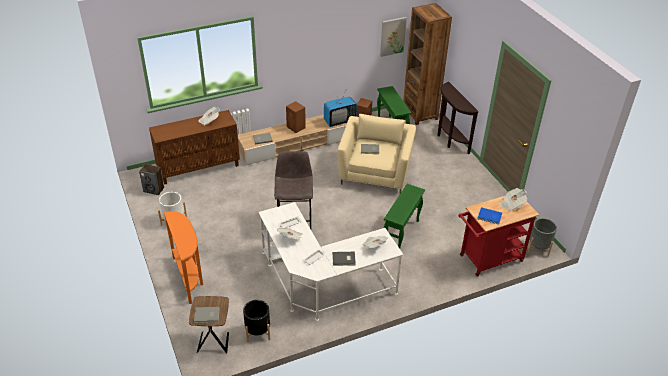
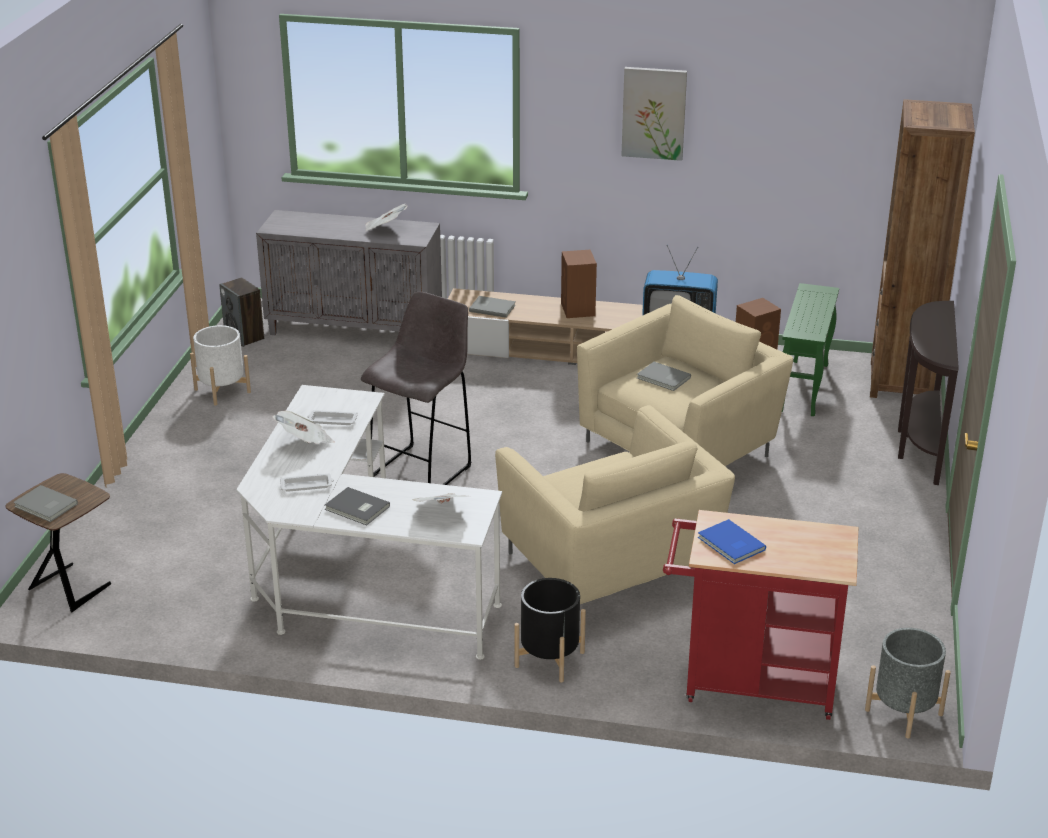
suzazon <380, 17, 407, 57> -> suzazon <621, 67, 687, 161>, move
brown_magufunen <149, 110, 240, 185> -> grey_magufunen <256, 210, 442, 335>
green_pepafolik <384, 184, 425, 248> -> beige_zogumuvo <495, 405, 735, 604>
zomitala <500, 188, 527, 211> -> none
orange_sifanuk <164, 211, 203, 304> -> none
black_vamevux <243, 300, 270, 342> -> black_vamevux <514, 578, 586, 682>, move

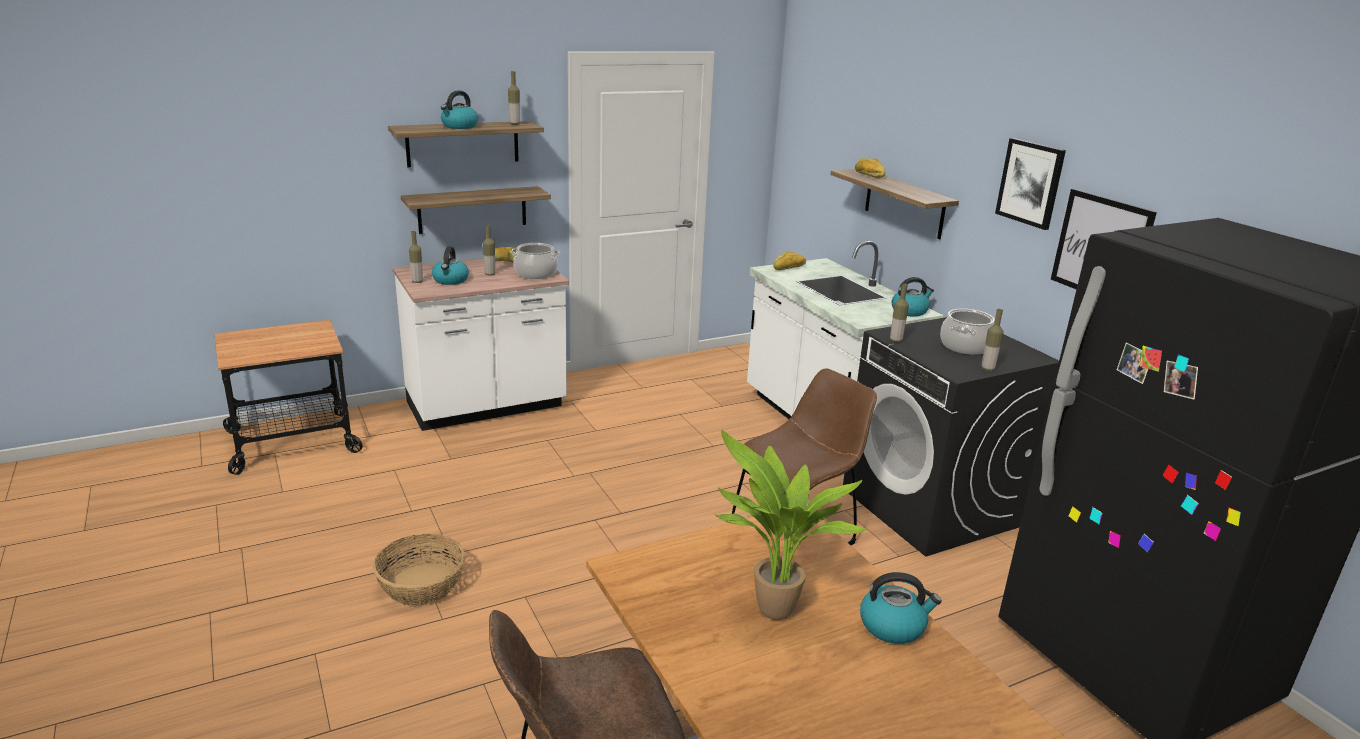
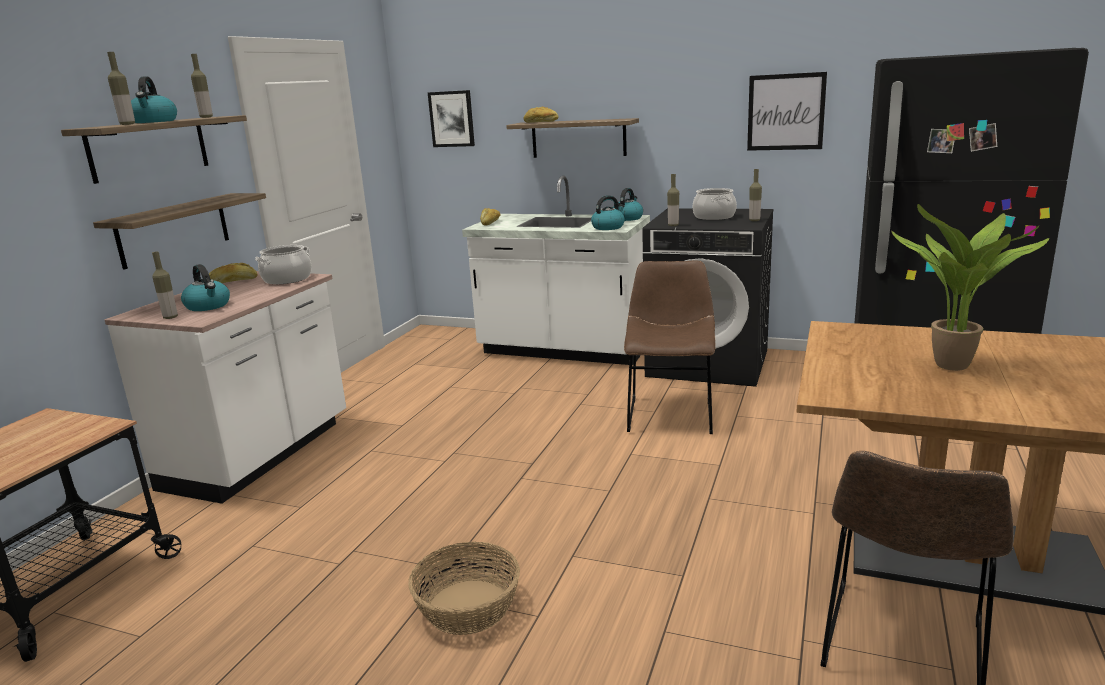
suzazon <995, 138, 1066, 230> -> suzazon <428, 90, 475, 147>, move
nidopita <483, 225, 495, 276> -> nidopita <107, 52, 135, 125>, move
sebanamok <860, 572, 942, 644> -> sebanamok <591, 195, 625, 230>, move

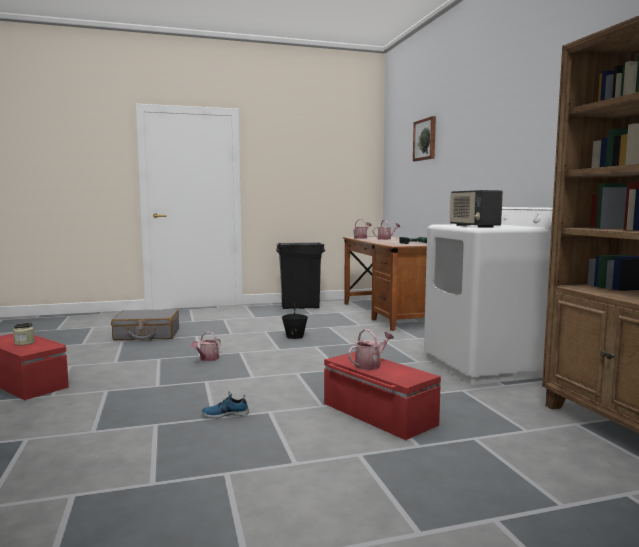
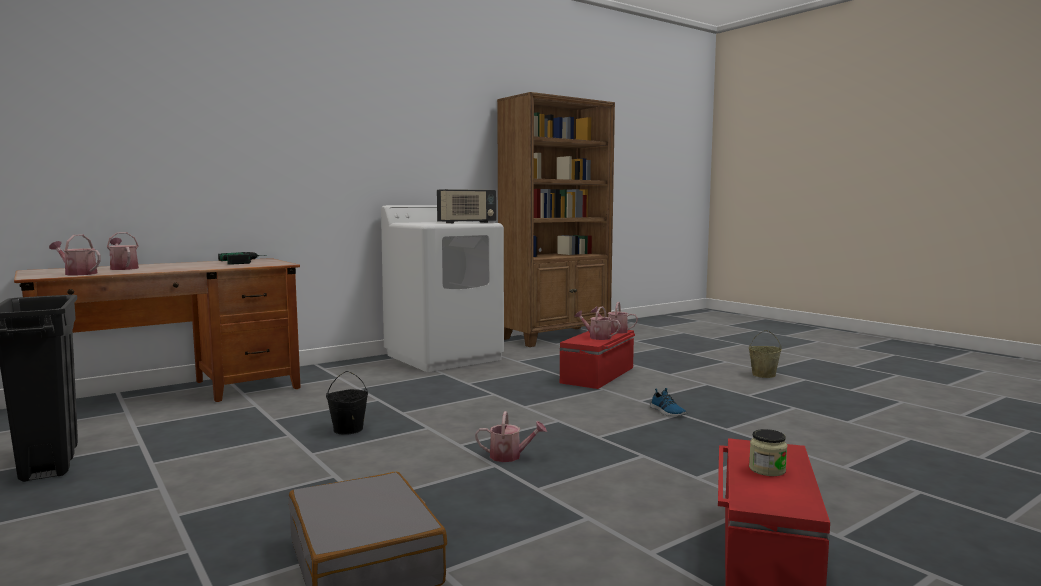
suzazon <413, 116, 436, 161> -> none
none -> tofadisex <590, 302, 638, 334>
none -> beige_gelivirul <749, 330, 782, 378>

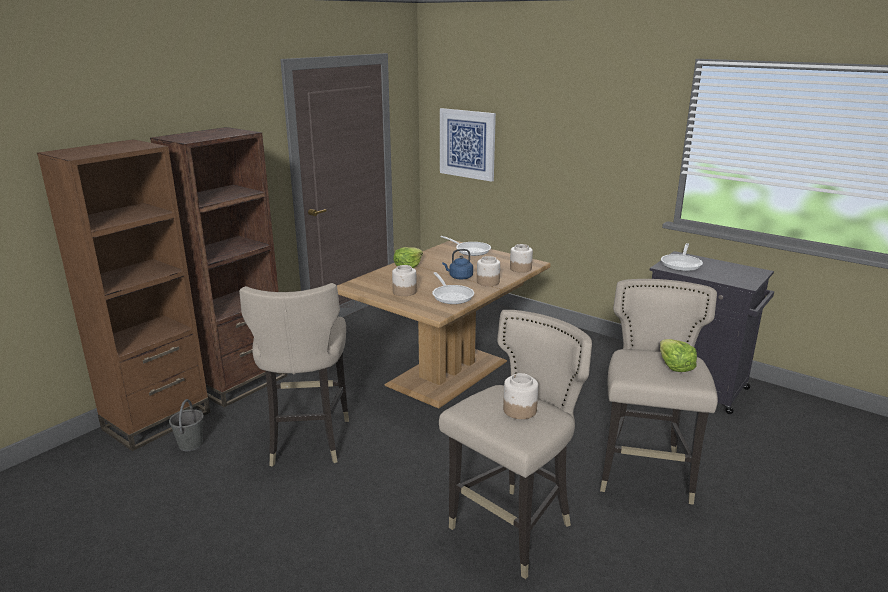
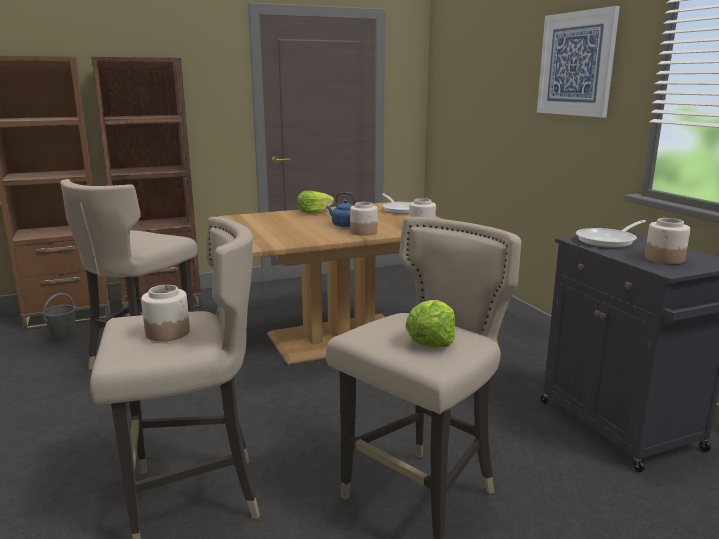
suzazon <440, 108, 496, 182> -> suzazon <537, 6, 620, 118>, move
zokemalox <392, 265, 417, 296> -> zokemalox <645, 218, 690, 264>, move
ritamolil <432, 272, 474, 304> -> none

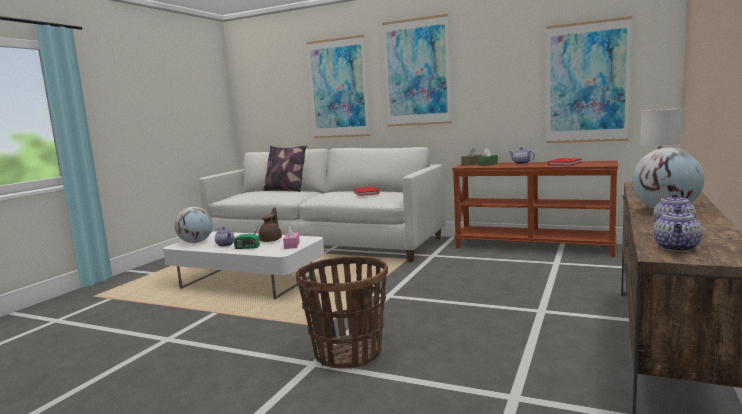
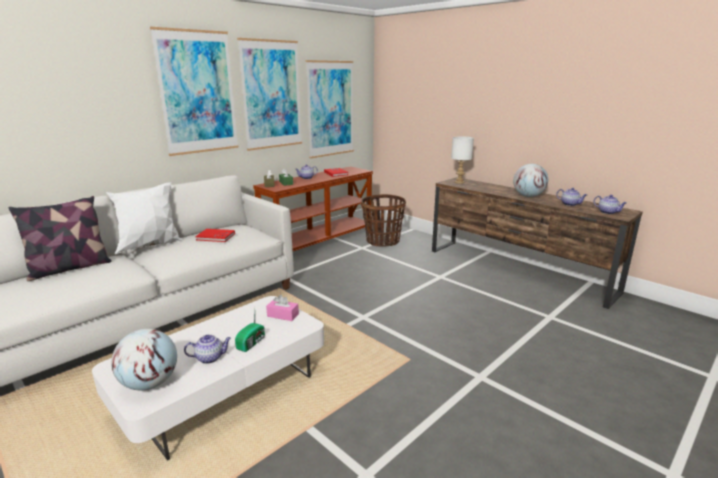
suzazon <306, 35, 370, 138> -> suzazon <237, 38, 302, 151>, move
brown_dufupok <259, 207, 282, 242> -> none
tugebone <296, 257, 388, 368> -> tugebone <361, 194, 406, 247>, move
none -> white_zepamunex <106, 182, 182, 254>

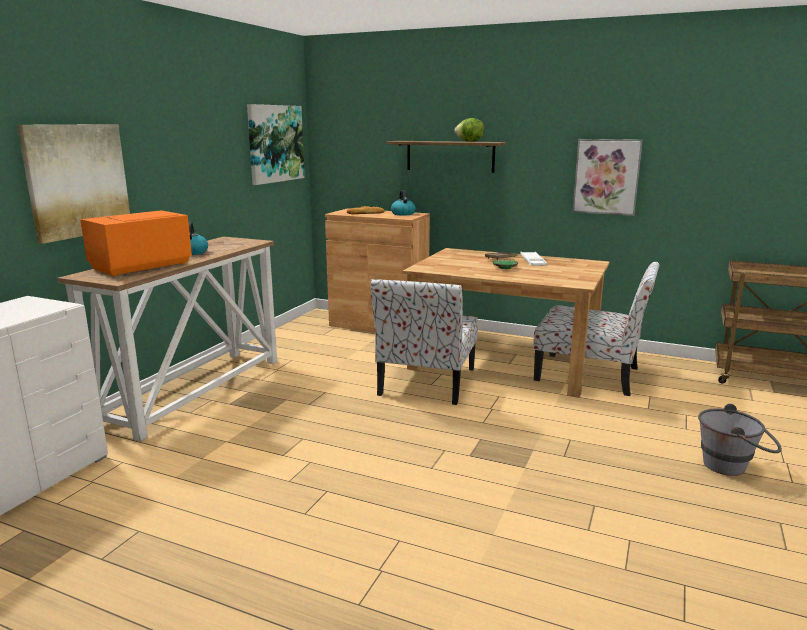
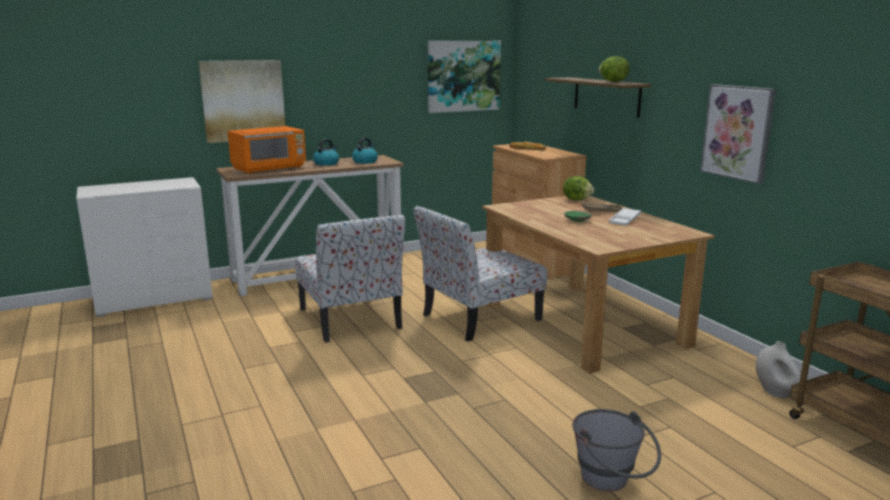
sebanamok <391, 190, 416, 215> -> sebanamok <352, 137, 378, 164>, move
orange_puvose <80, 210, 192, 277> -> orange_puvose <228, 126, 306, 174>, 150 degrees clockwise
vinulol <533, 262, 660, 396> -> vinulol <295, 215, 405, 343>, move
none -> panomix <563, 176, 594, 200>
none -> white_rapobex <756, 341, 801, 398>

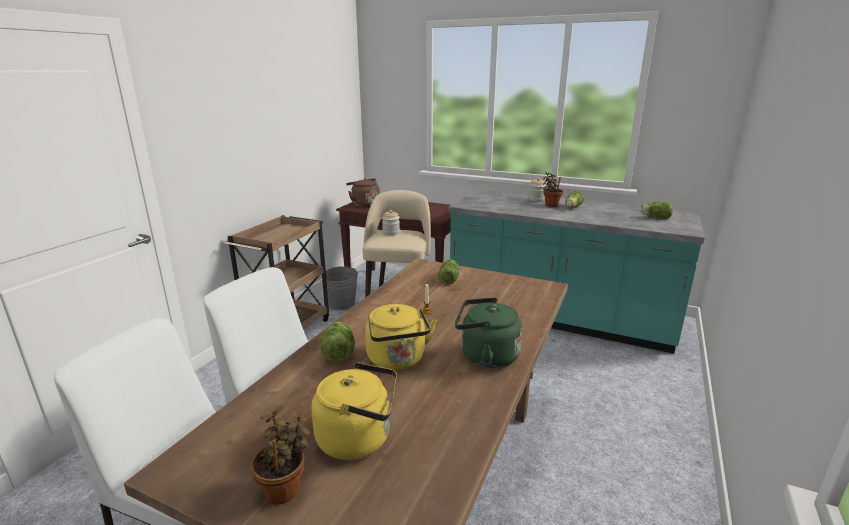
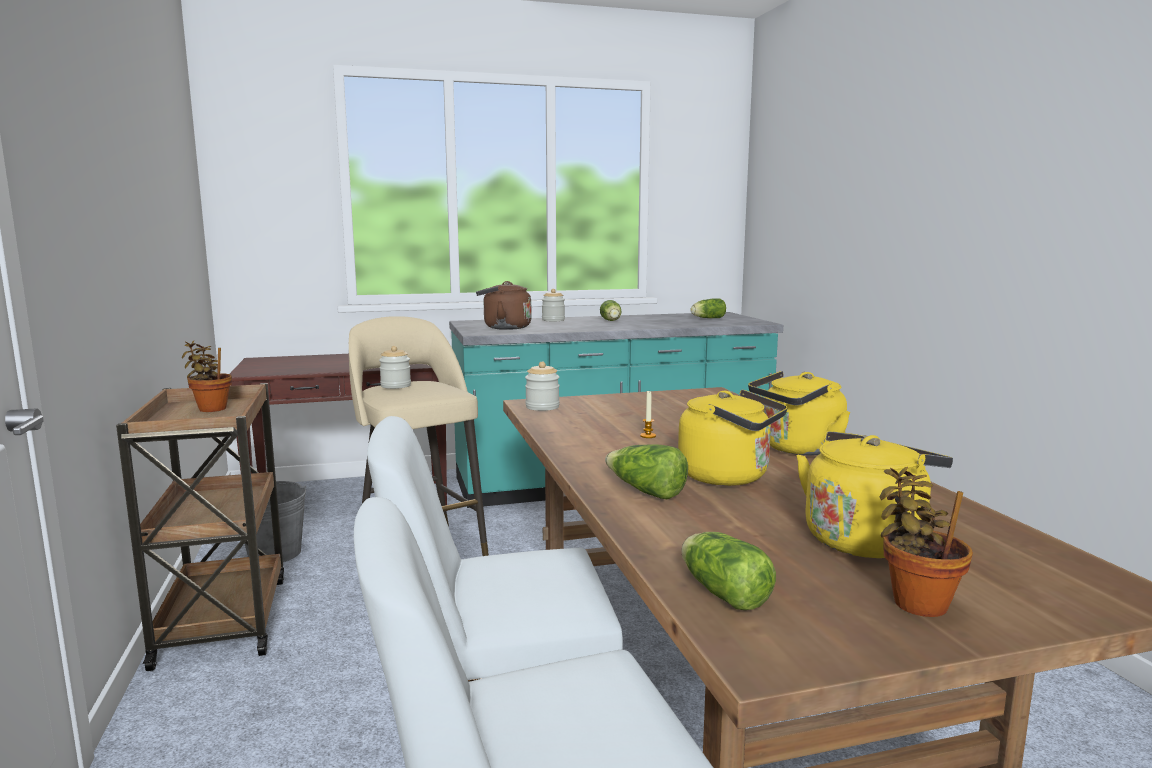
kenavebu <543, 172, 563, 207> -> kenavebu <182, 341, 232, 412>, move
brown_sebanamok <346, 178, 380, 207> -> brown_sebanamok <476, 281, 532, 330>, move
panomix <438, 259, 459, 284> -> panomix <681, 532, 776, 610>, move
green_sebanamok <455, 298, 522, 368> -> yellow_sebanamok <748, 371, 850, 455>
none -> zokemalox <525, 362, 560, 411>

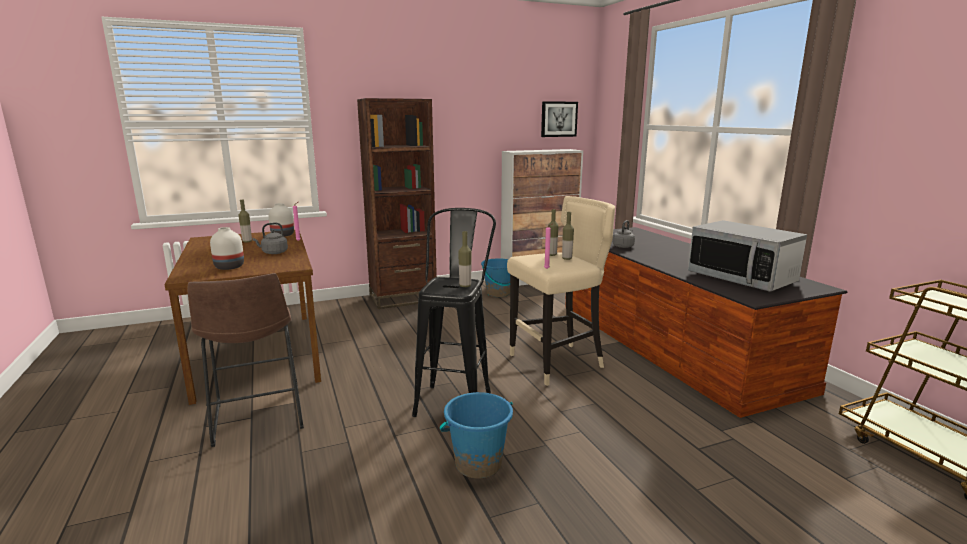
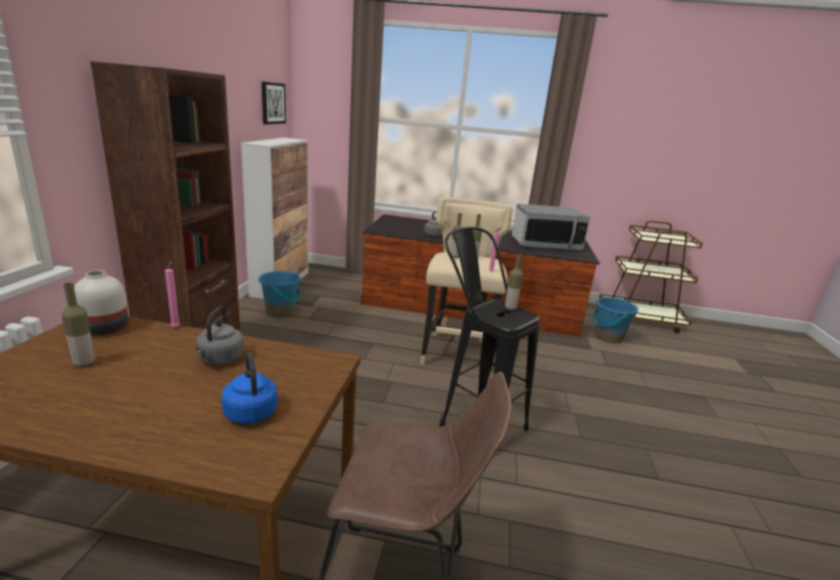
white_rapobex <210, 227, 244, 270> -> blue_sebanamok <222, 353, 277, 424>
blue_gelivirul <440, 392, 513, 478> -> blue_gelivirul <593, 297, 638, 343>, move

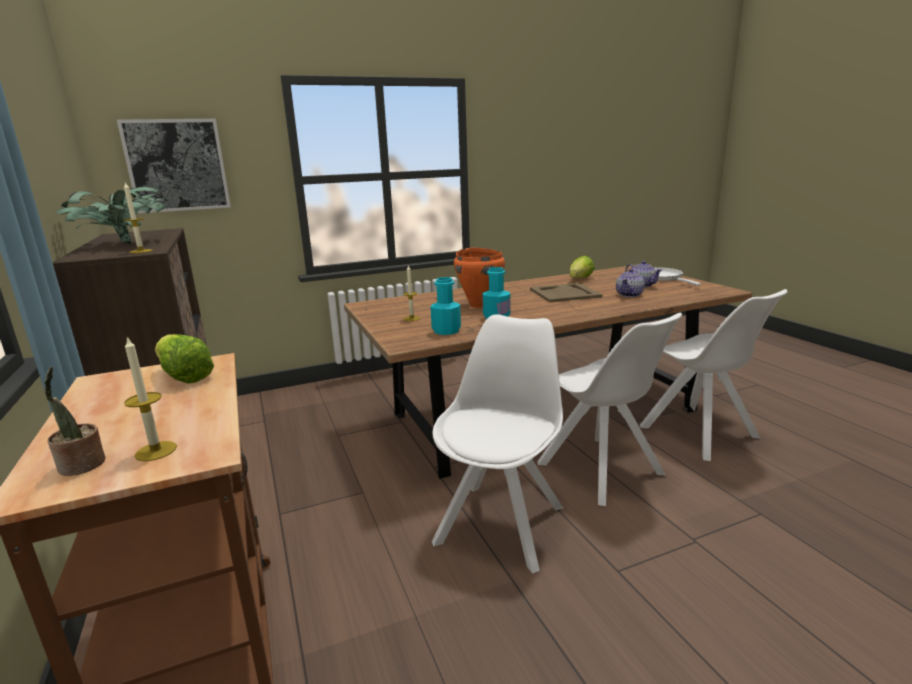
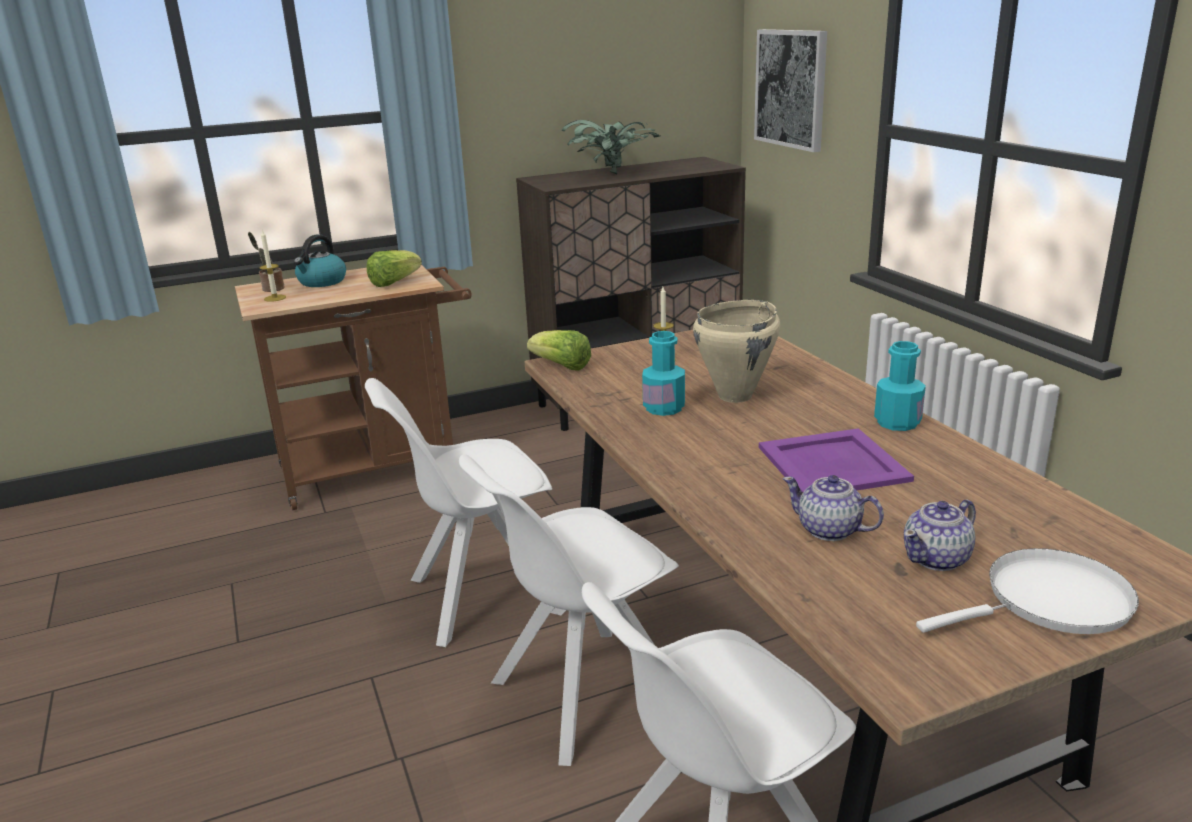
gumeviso <124, 183, 153, 253> -> none
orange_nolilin <454, 248, 505, 308> -> beige_nolilin <693, 300, 780, 403>
panomix <569, 256, 595, 278> -> panomix <527, 330, 591, 371>, move
turquoise_nidopita <430, 277, 461, 335> -> turquoise_nidopita <874, 341, 926, 431>, move
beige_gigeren <530, 283, 603, 302> -> purple_gigeren <759, 428, 914, 492>
white_vinulol <432, 314, 563, 574> -> white_vinulol <365, 378, 566, 647>, 135 degrees clockwise
none -> sebanamok <294, 235, 346, 287>

